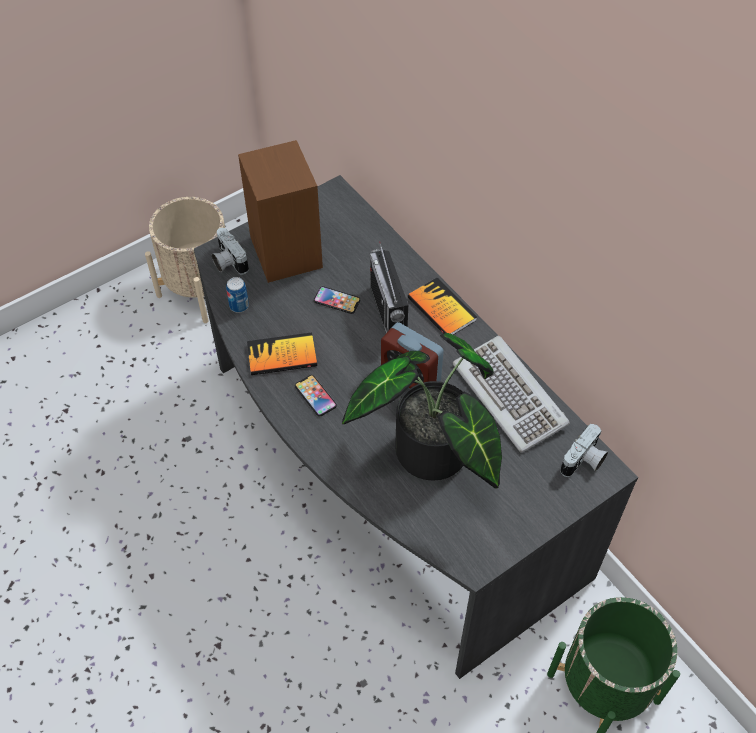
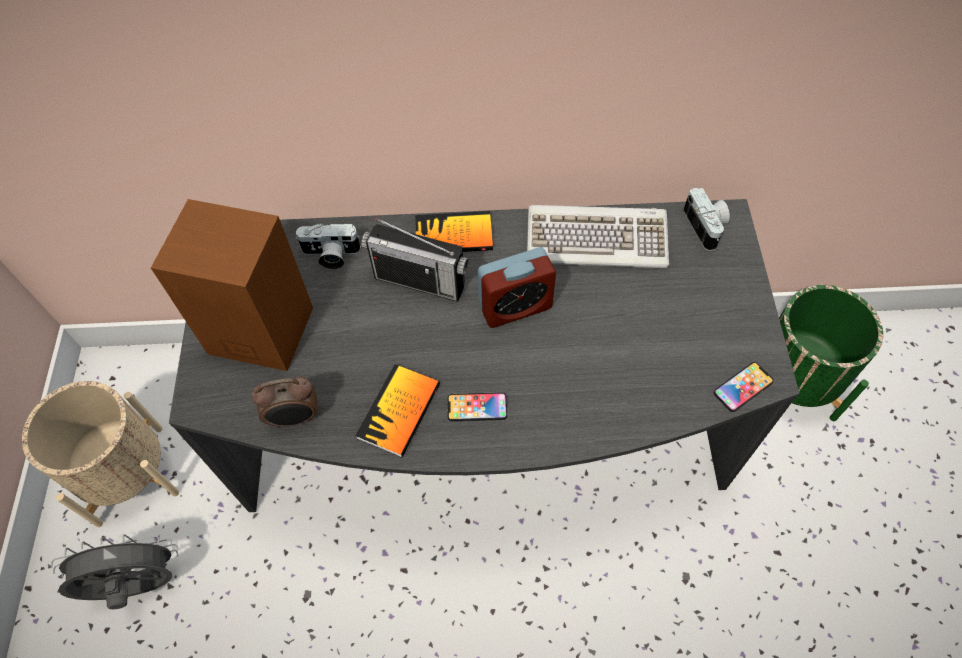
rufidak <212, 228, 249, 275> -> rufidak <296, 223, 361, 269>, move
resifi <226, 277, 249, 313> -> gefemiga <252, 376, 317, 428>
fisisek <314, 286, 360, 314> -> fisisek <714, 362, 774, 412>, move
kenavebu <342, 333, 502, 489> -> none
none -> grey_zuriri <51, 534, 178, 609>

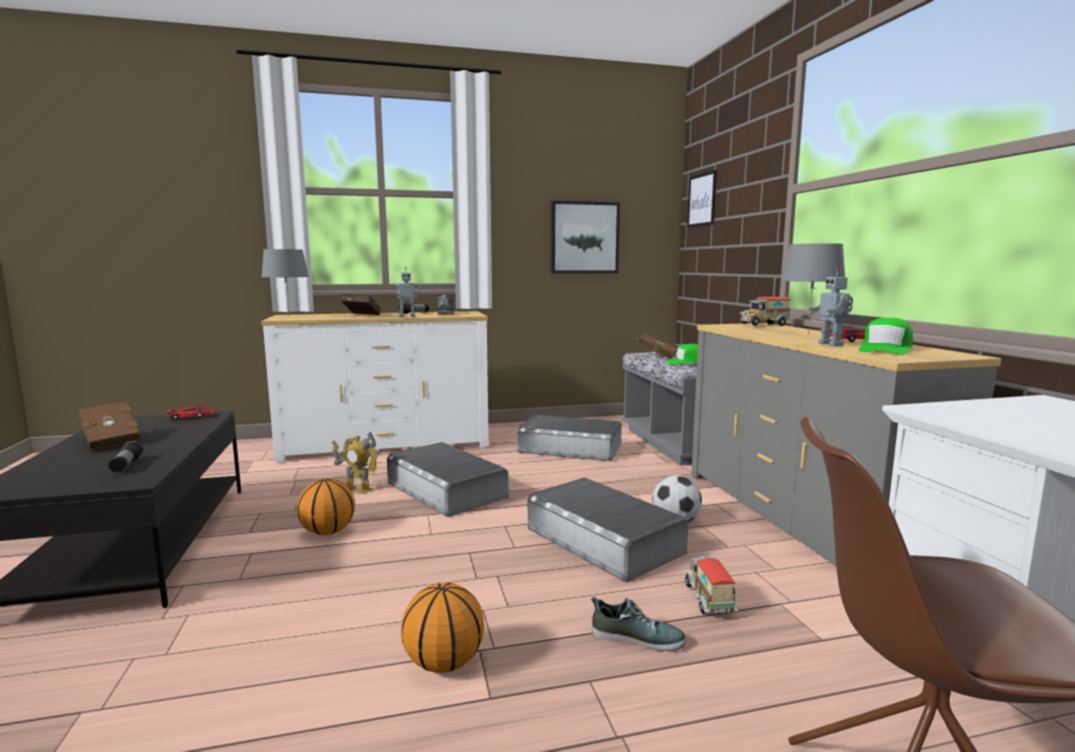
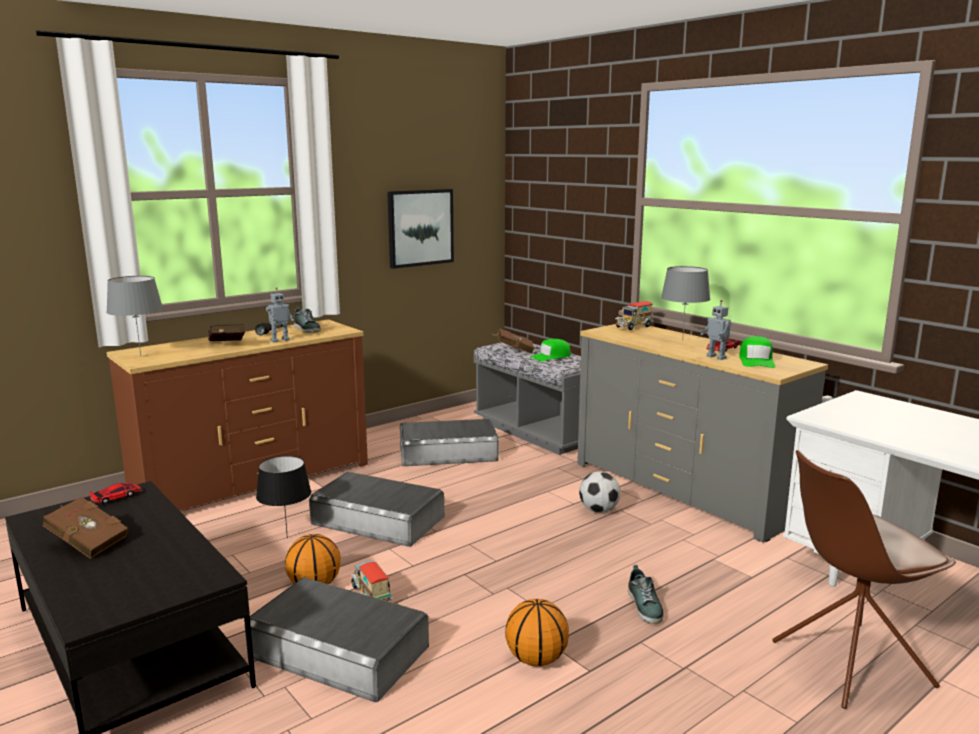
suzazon <687, 170, 717, 228> -> none
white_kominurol <261, 311, 489, 462> -> brown_kominurol <107, 319, 368, 511>
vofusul <332, 432, 380, 494> -> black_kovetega <256, 456, 311, 538>
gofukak <108, 441, 143, 472> -> none
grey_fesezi <528, 478, 688, 582> -> grey_fesezi <245, 577, 429, 702>, move
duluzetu <684, 556, 738, 614> -> duluzetu <350, 560, 393, 601>, move
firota <591, 597, 686, 651> -> firota <628, 565, 663, 624>, 90 degrees clockwise

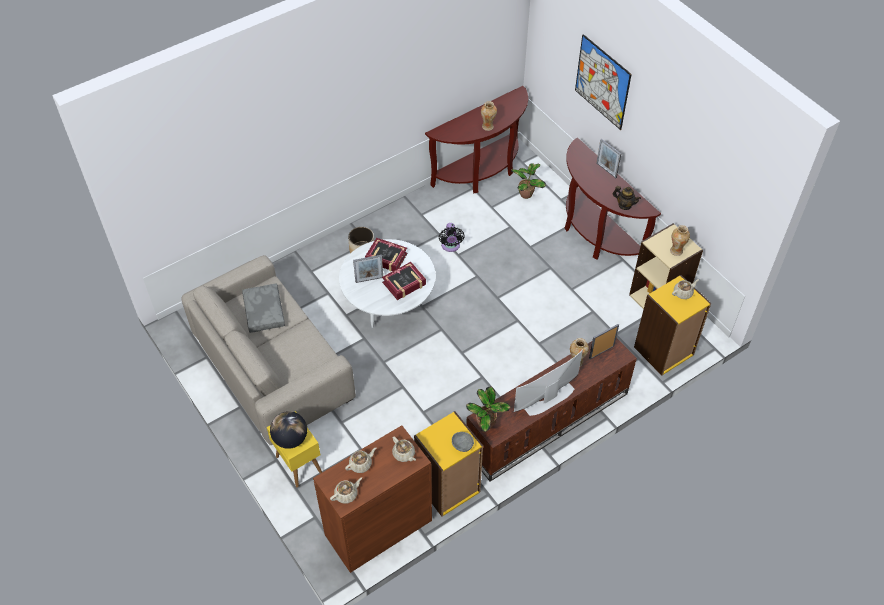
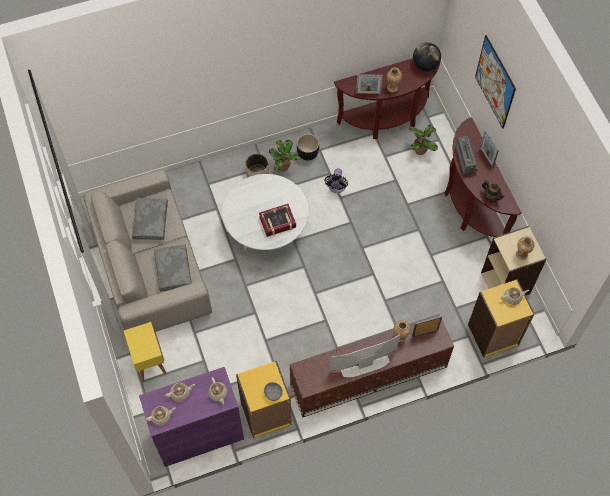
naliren <365, 238, 408, 272> -> none
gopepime <353, 255, 383, 283> -> gopepime <356, 74, 383, 94>, move
kenavebu <466, 387, 511, 432> -> kenavebu <269, 140, 299, 171>, move
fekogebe <270, 411, 307, 449> -> fekogebe <413, 42, 441, 71>, move
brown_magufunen <313, 425, 432, 573> -> purple_magufunen <139, 367, 244, 467>
none -> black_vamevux <297, 134, 319, 160>
none -> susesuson <456, 136, 478, 175>
none -> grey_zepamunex <154, 244, 192, 291>

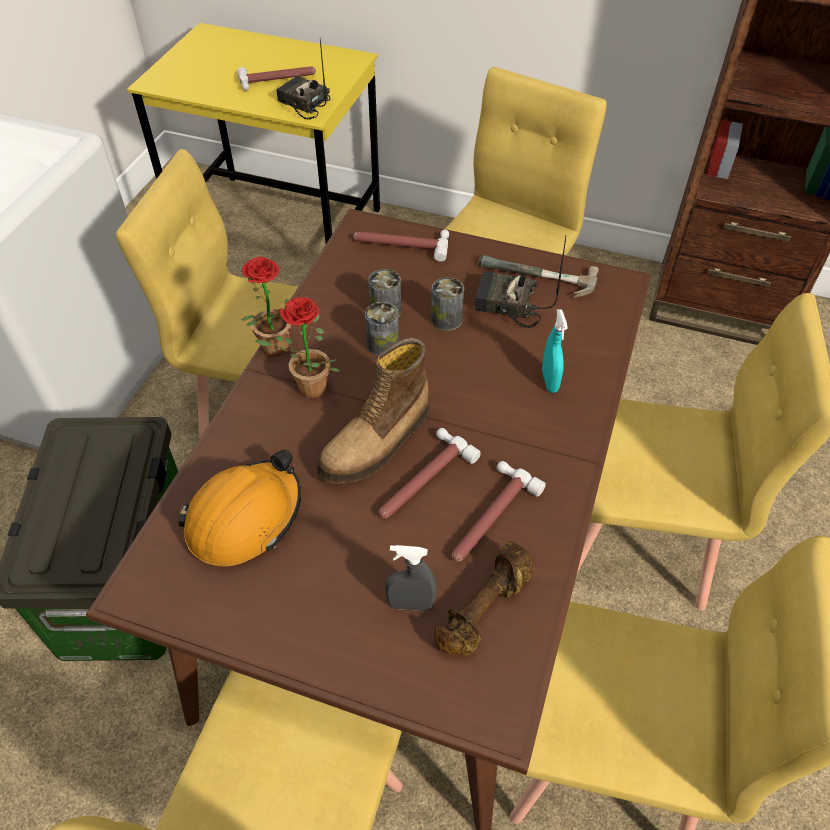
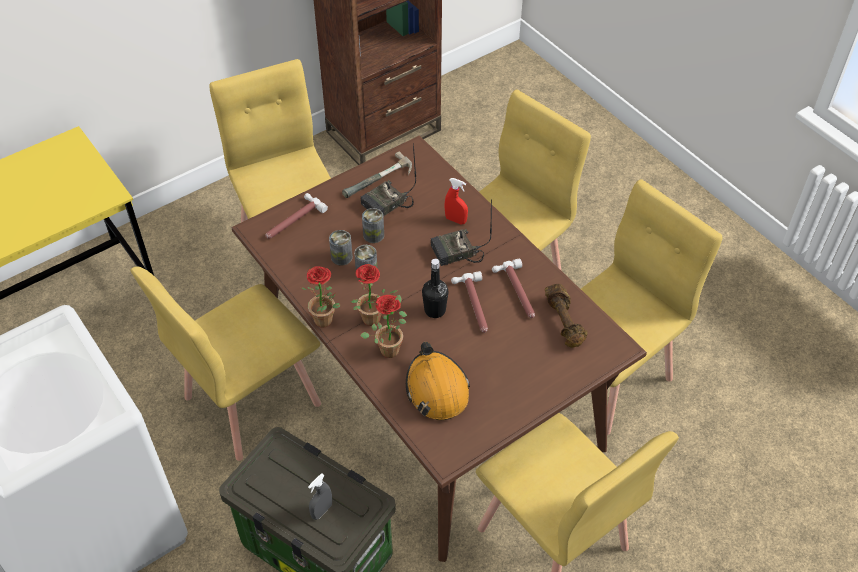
susesuson <276, 38, 330, 120> -> susesuson <431, 200, 492, 266>, move
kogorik <237, 67, 316, 90> -> none
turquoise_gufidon <542, 309, 568, 393> -> red_gufidon <444, 178, 468, 225>
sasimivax <317, 338, 430, 484> -> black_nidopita <422, 259, 448, 318>
grey_gufidon <385, 545, 436, 611> -> grey_gufidon <308, 474, 332, 520>, move
none -> kenavebu <360, 294, 407, 358>

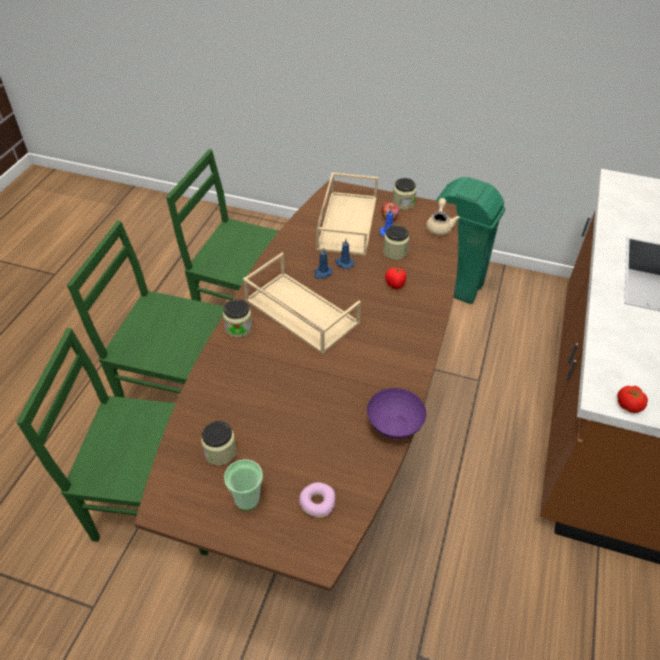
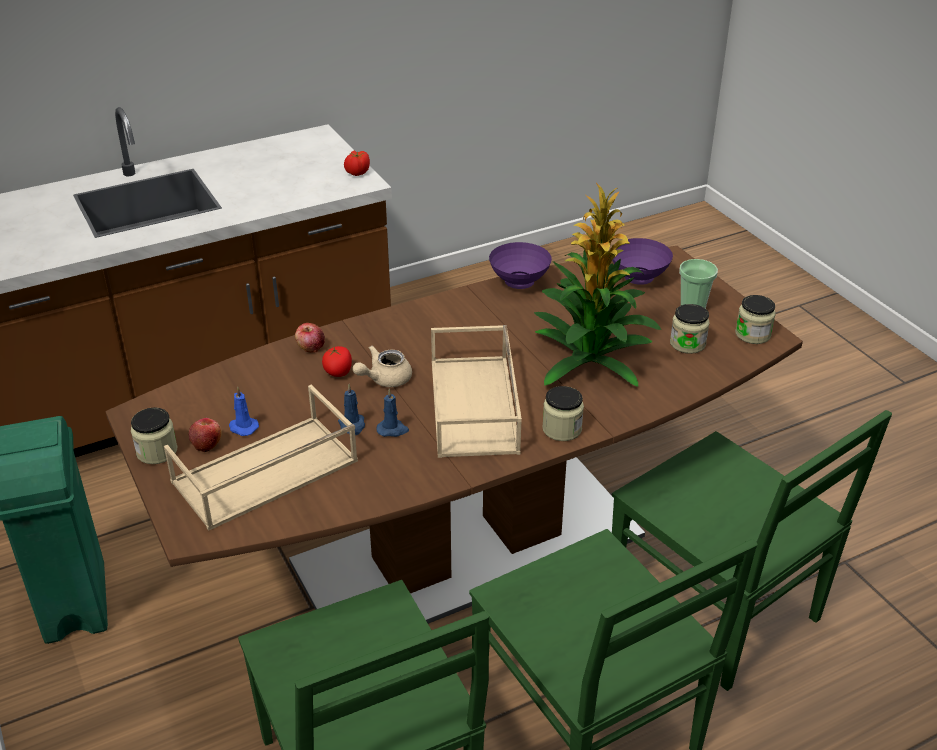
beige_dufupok <426, 198, 460, 236> -> beige_dufupok <353, 346, 412, 387>, move
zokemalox <383, 225, 409, 260> -> zokemalox <735, 295, 776, 344>, move
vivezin <299, 482, 335, 518> -> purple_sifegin <612, 238, 673, 285>
none -> kenavebu <534, 183, 661, 387>
none -> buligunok <295, 323, 325, 353>

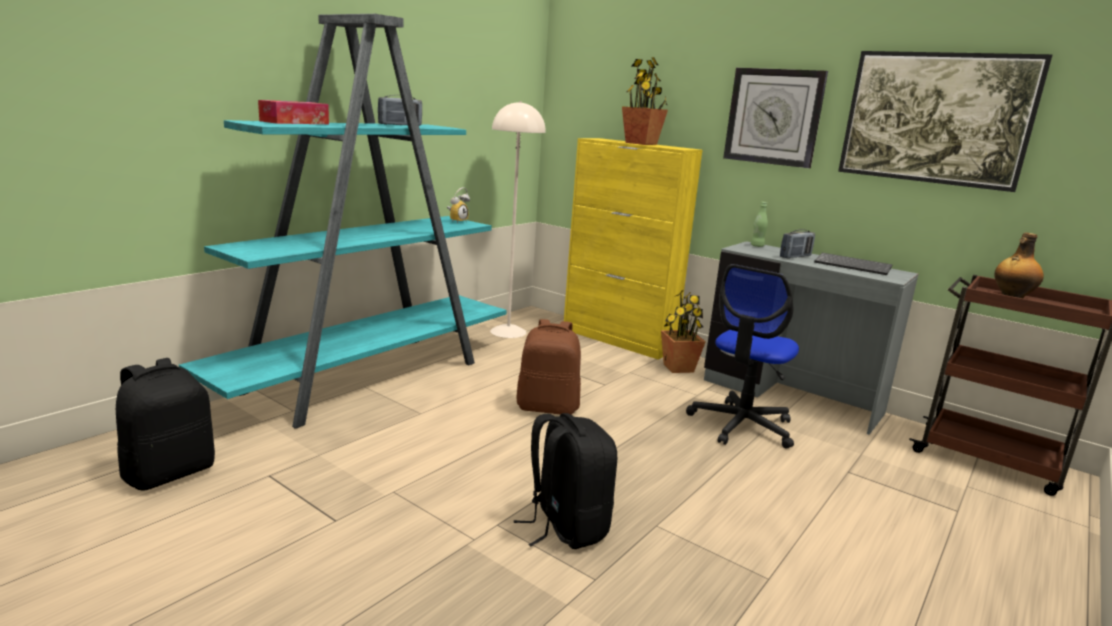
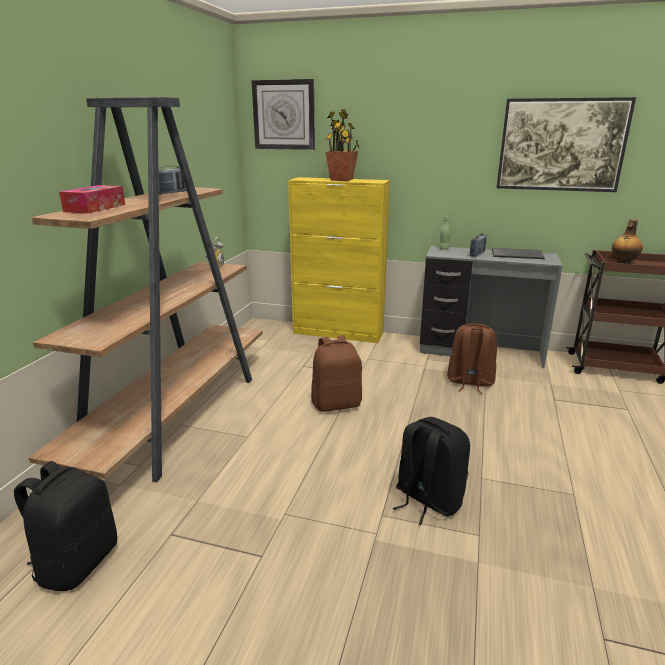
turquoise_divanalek <179, 14, 507, 429> -> brown_divanalek <28, 97, 263, 482>
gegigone <723, 68, 828, 168> -> gegigone <252, 79, 315, 150>, move
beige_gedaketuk <490, 101, 546, 338> -> none
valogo <686, 264, 799, 449> -> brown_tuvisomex <447, 324, 497, 394>
kenavebu <661, 290, 706, 373> -> none

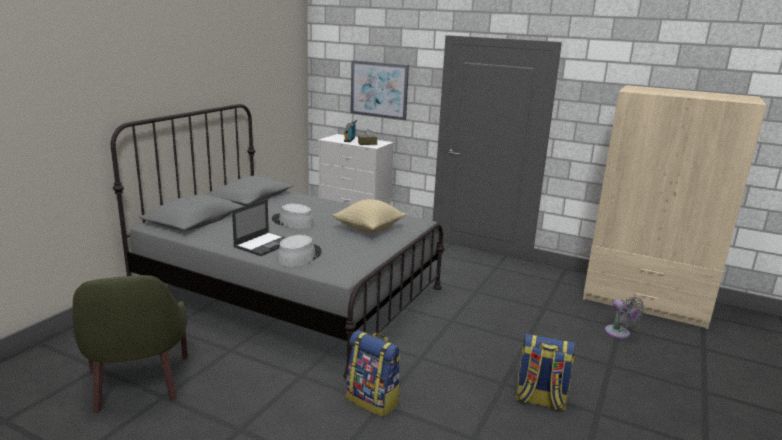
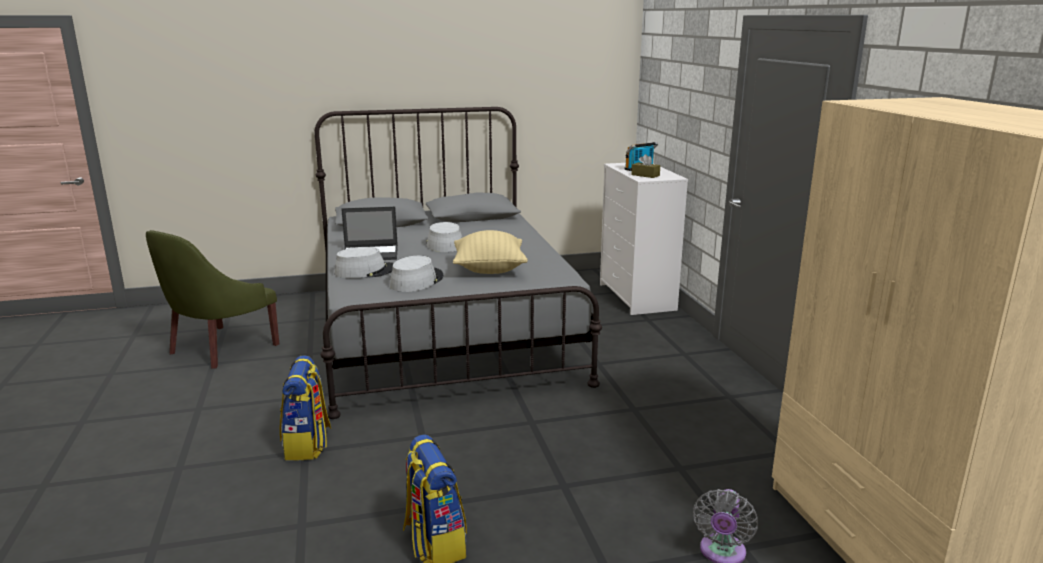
suzazon <351, 60, 409, 120> -> none
none -> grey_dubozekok <390, 256, 443, 292>

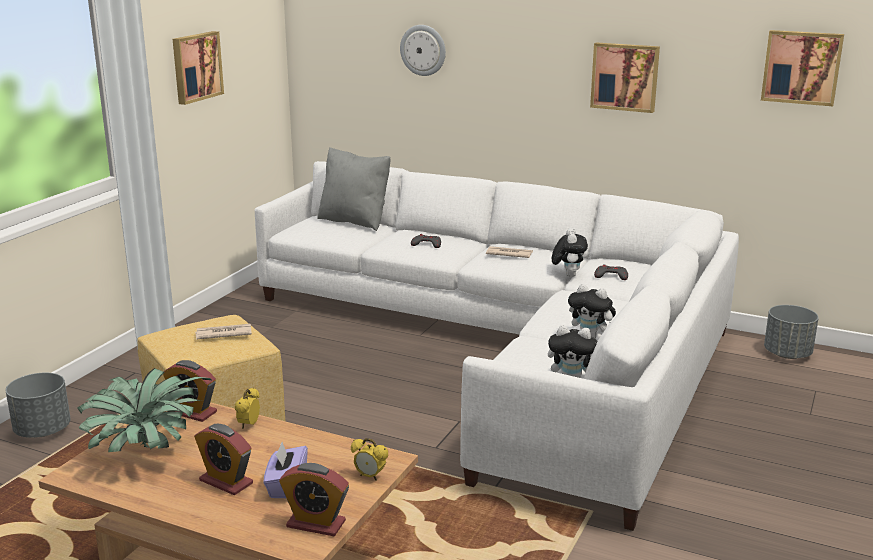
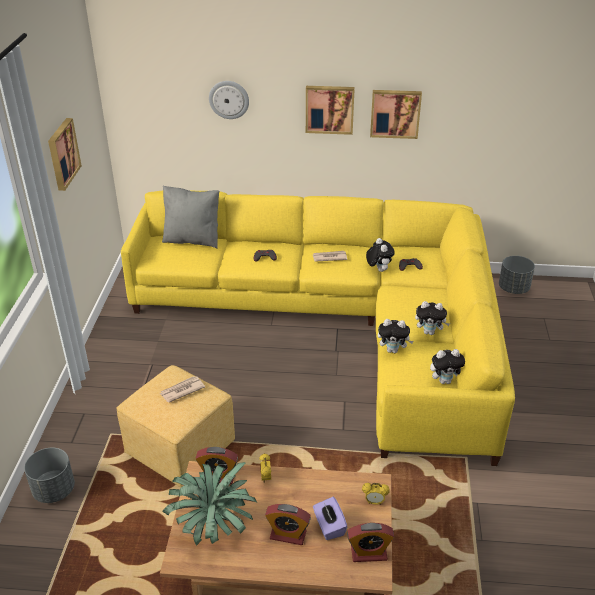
suzazon <761, 30, 844, 106> -> suzazon <306, 86, 355, 135>, move
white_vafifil <255, 161, 739, 531> -> yellow_vafifil <121, 190, 515, 466>
none -> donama <378, 319, 413, 353>

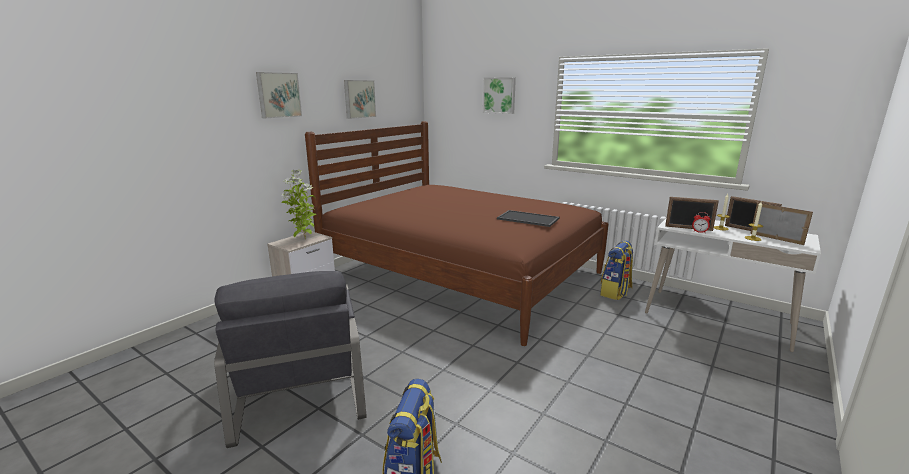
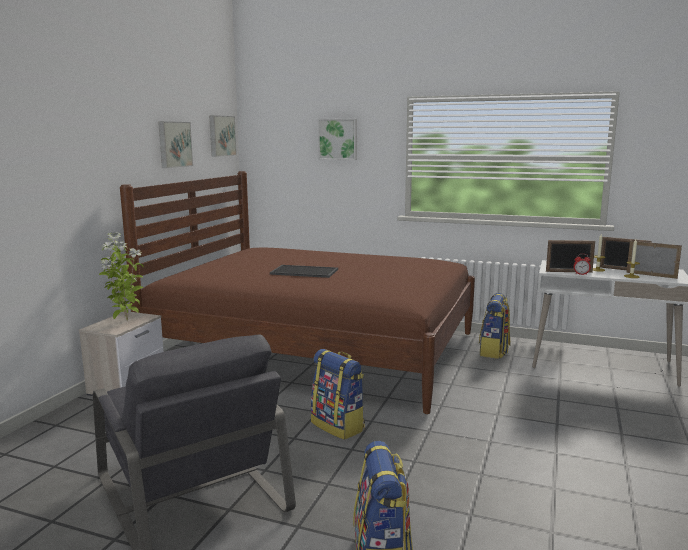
suzazon <256, 72, 302, 118> -> suzazon <209, 115, 237, 157>, move
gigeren <497, 210, 560, 227> -> gigeren <270, 265, 338, 278>, move
none -> tuvisomex <311, 349, 365, 440>

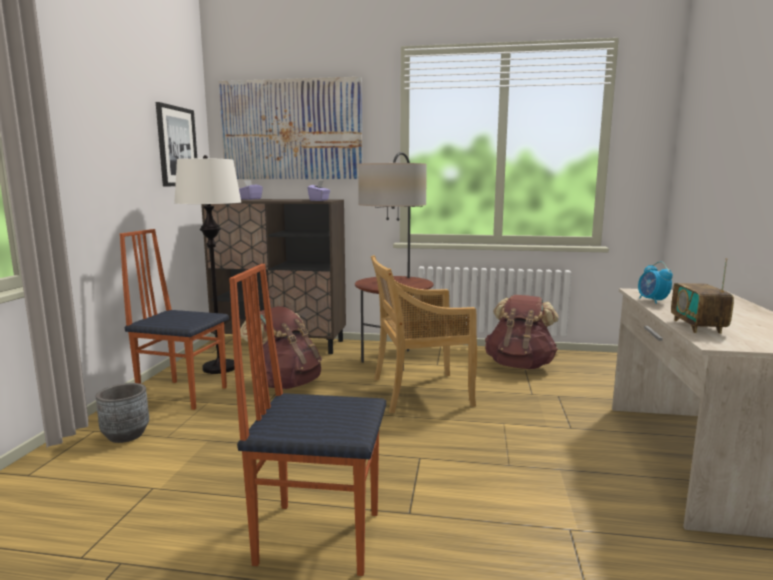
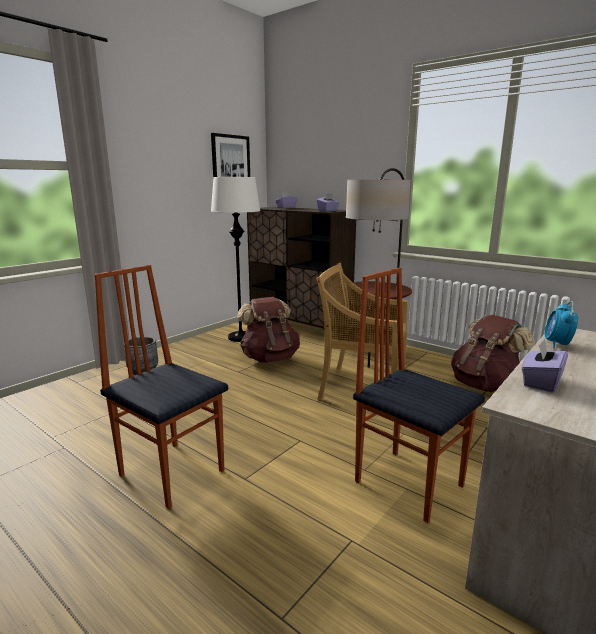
suzazon <219, 77, 363, 179> -> none
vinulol <120, 229, 229, 410> -> vinulol <353, 268, 485, 523>, move
susesuson <671, 258, 734, 334> -> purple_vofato <522, 339, 568, 393>

